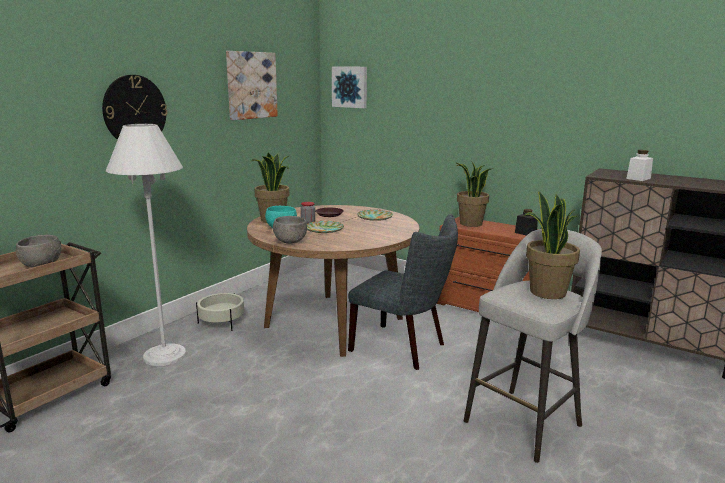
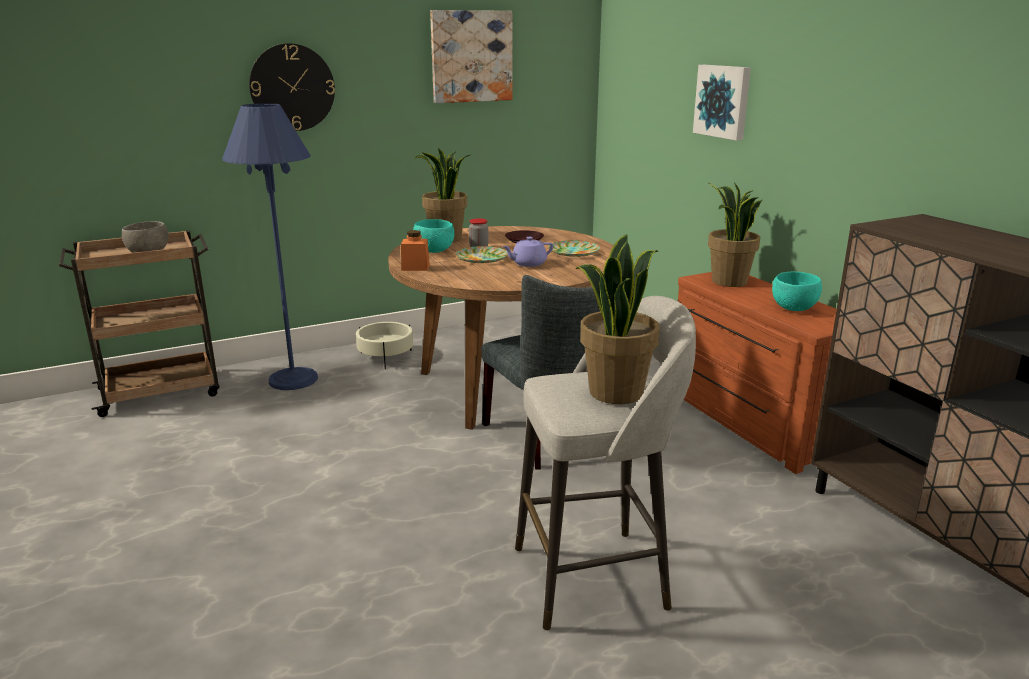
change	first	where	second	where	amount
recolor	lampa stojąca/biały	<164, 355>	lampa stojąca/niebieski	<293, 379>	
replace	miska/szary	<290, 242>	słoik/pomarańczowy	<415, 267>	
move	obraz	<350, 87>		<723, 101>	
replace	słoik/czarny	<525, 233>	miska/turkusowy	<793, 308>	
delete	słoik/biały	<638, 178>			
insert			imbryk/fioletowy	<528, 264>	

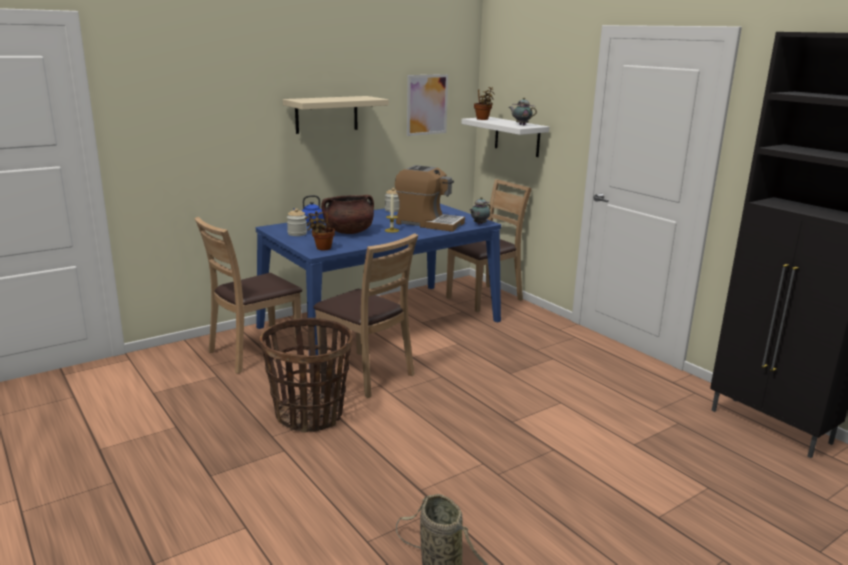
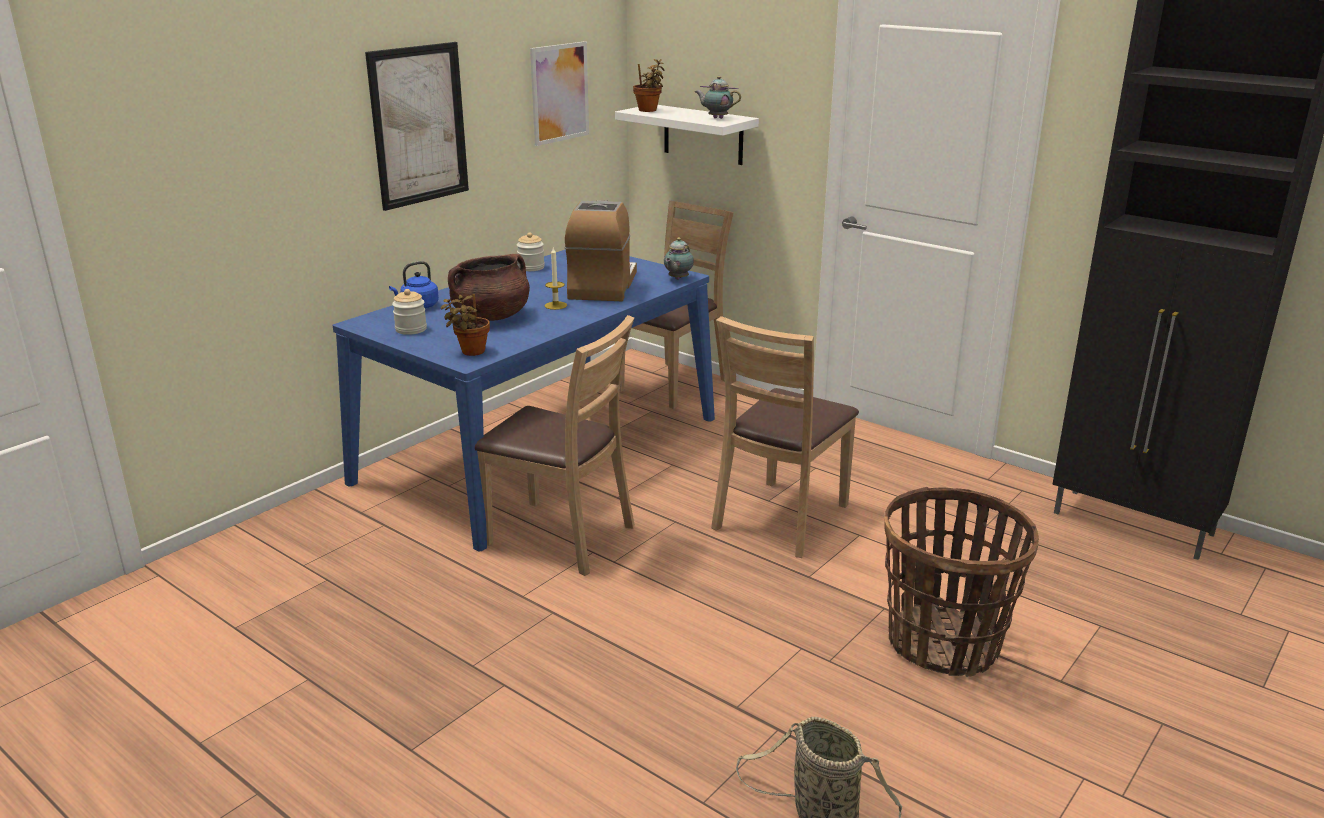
change	first	where	second	where	amount
move	krzesło/brązowy	<254, 352>		<781, 518>	
move	koszyk	<309, 415>		<943, 644>	
replace	półka/beżowy	<326, 114>	obraz	<419, 125>	
rotate	ekspres do kawy	<428, 223>		<602, 286>	90 degrees counterclockwise

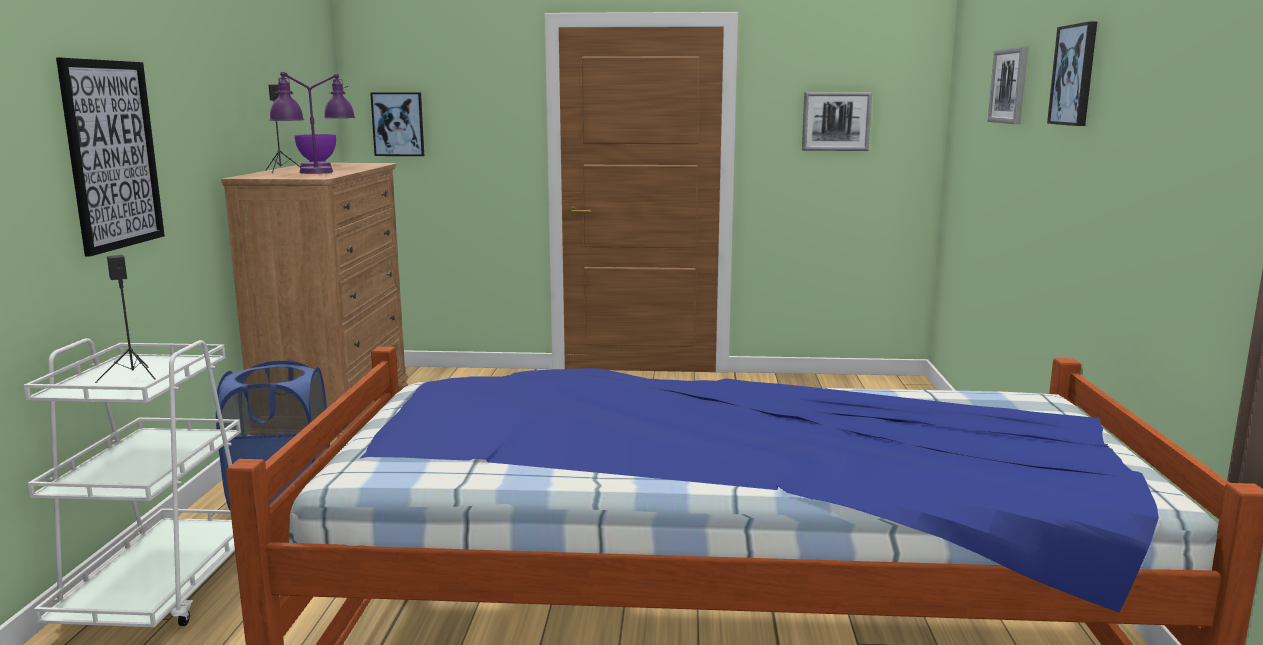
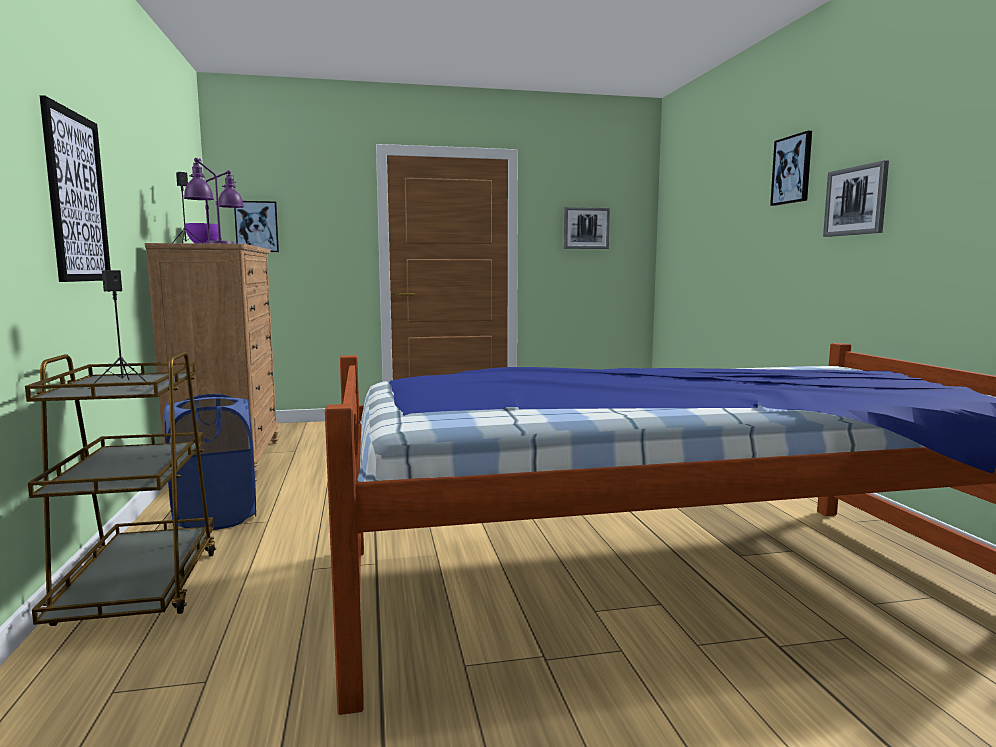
change	first	where	second	where	amount
recolor	wózek/biały	<162, 588>	wózek/brązowy	<140, 589>	
move	obraz	<1009, 86>		<856, 201>	

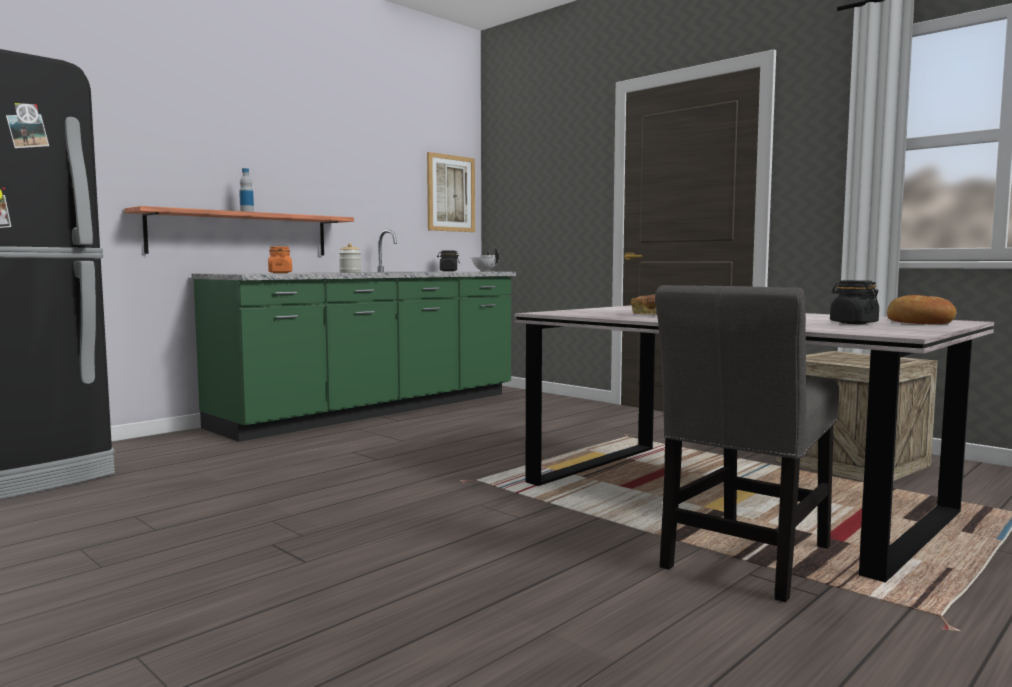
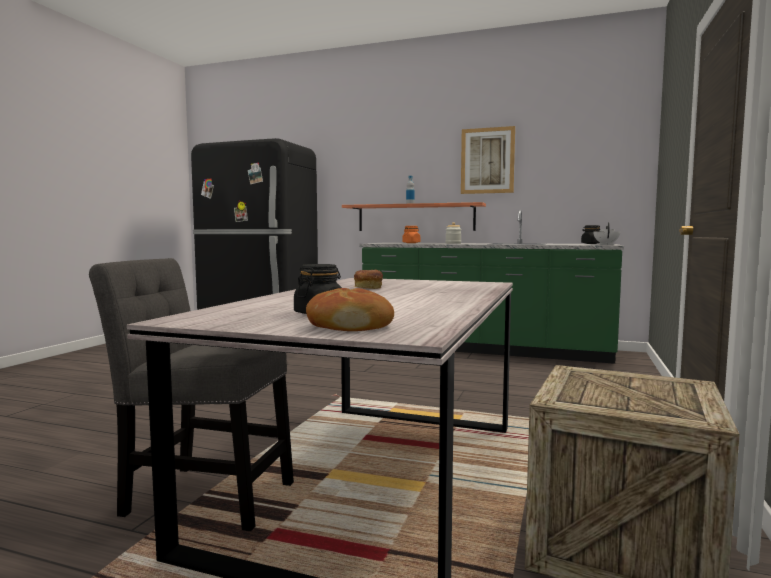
change	first	where	second	where	amount
move	obraz	<451, 193>		<487, 160>	

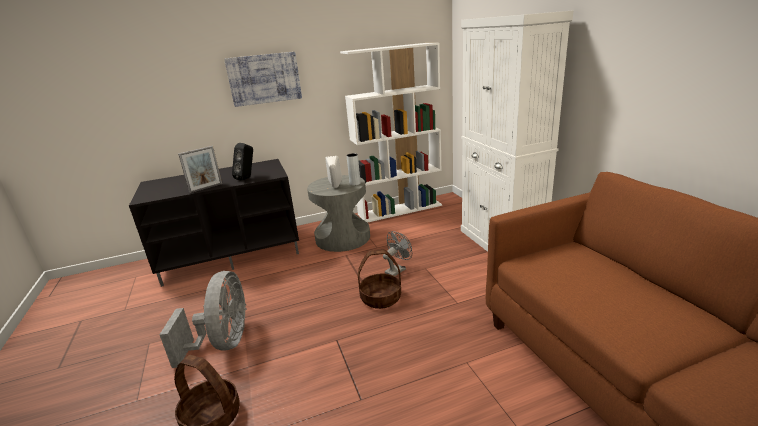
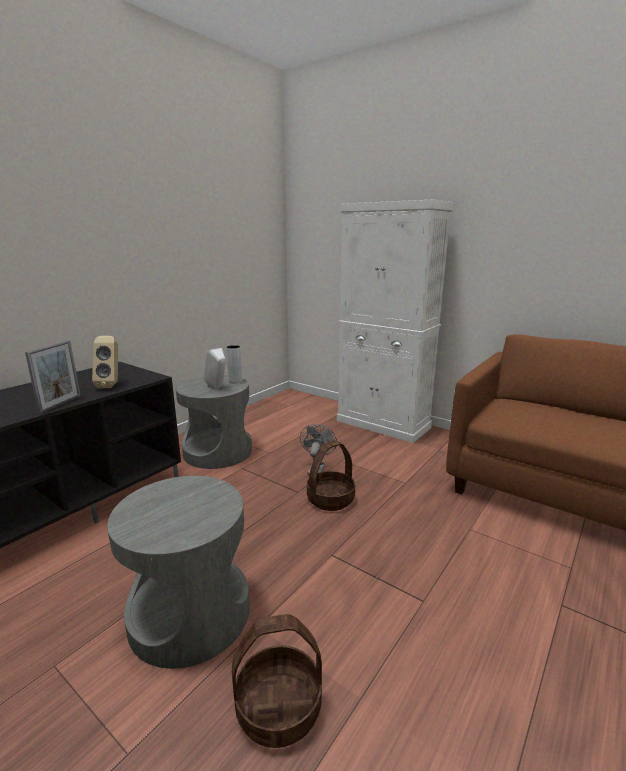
change	first	where	second	where	amount
replace	wentylator/szary	<224, 343>	stolik/szary	<189, 613>	
delete	obraz	<264, 79>			
recolor	głośnik/czarny	<247, 178>	głośnik/beżowy	<112, 385>	
delete	regał/biały	<400, 209>			

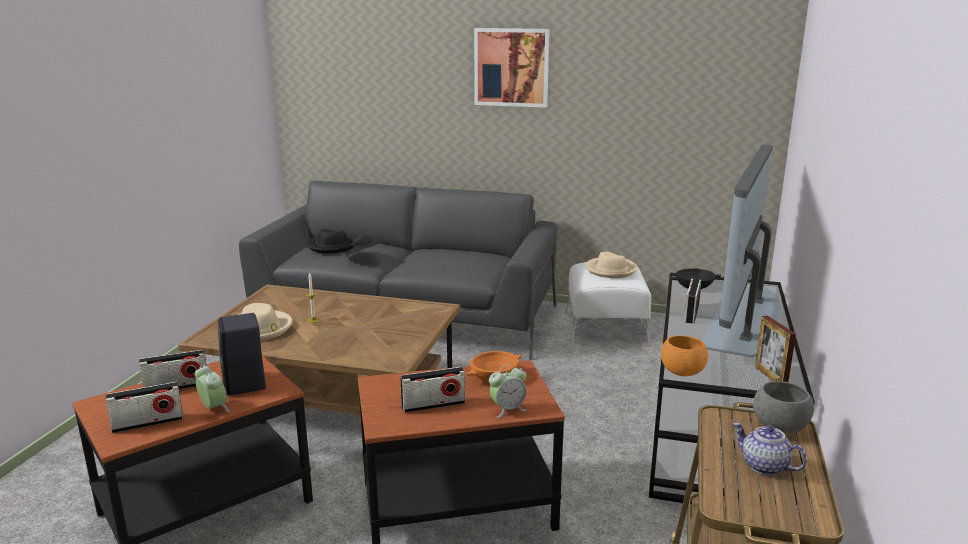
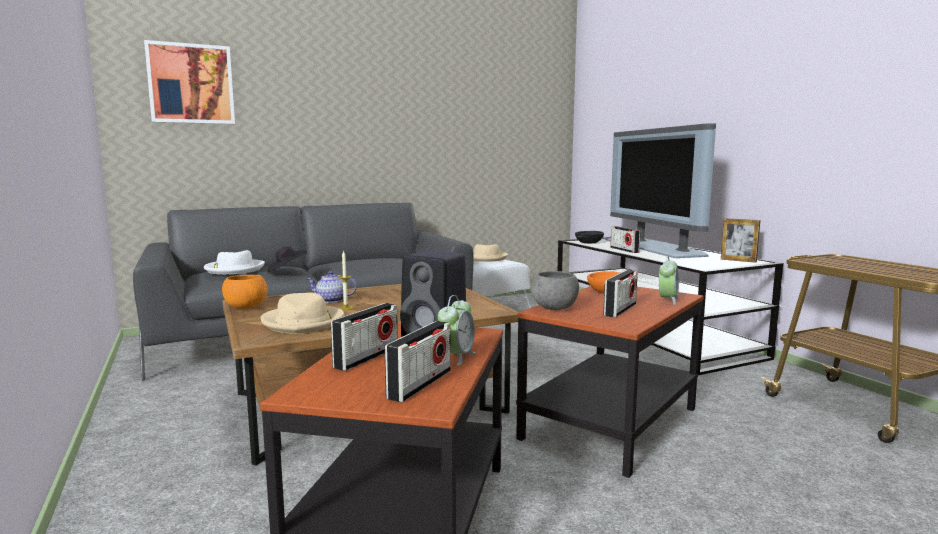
change	first	where	second	where	amount
rotate	budzik	<213, 408>		<456, 357>	105 degrees clockwise
recolor	kapelusz/czarny	<332, 246>	kapelusz/biały	<234, 269>	
move	obraz	<511, 67>		<191, 84>	
move	miska/pomarańczowy	<682, 372>		<245, 307>	
move	imbryk	<763, 466>		<331, 300>	
move	miska/szary	<780, 428>		<555, 308>	

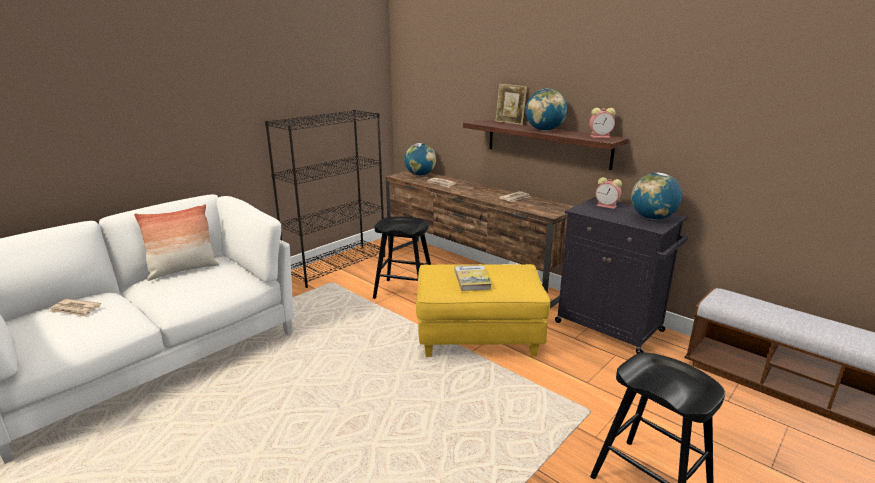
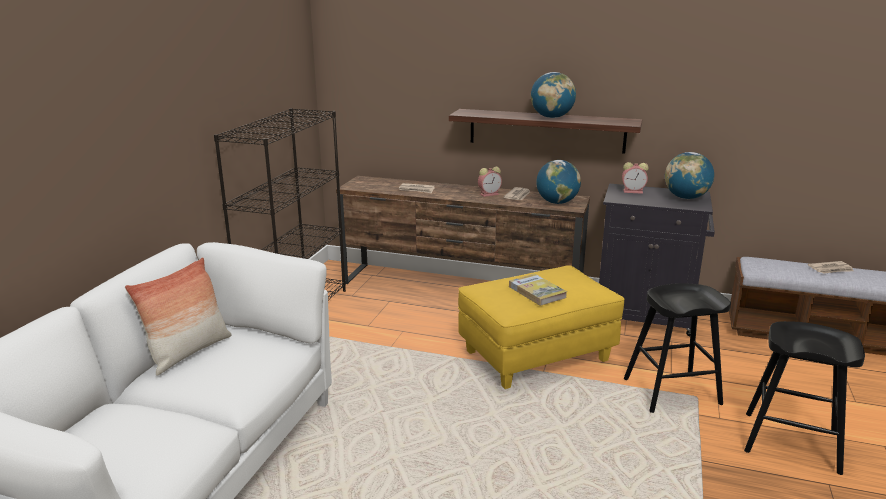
change	first	where	second	where	amount
move	gazeta	<75, 309>		<831, 269>	
move	stołek/czarny	<404, 292>		<671, 391>	
move	globus	<420, 175>		<557, 202>	
delete	ramka na zdjęcie	<509, 123>			
move	budzik	<601, 136>		<489, 194>	

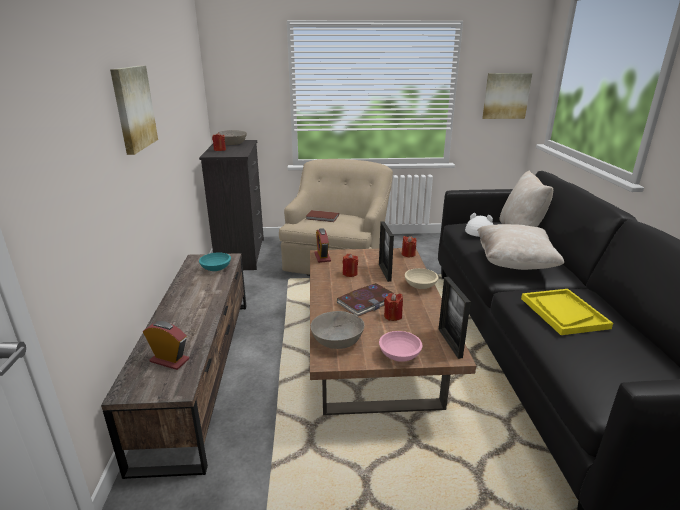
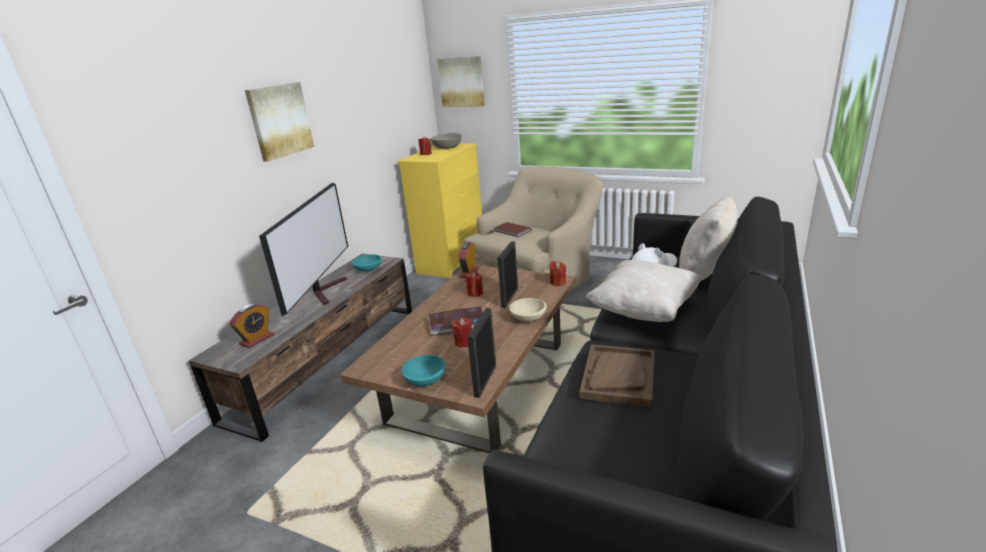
change	first	where	second	where	amount
rotate	budzik	<169, 360>		<257, 339>	75 degrees clockwise
recolor	komoda/czarny	<242, 254>	komoda/żółty	<453, 260>	
delete	miska/szary	<337, 339>			
recolor	miska/różowy	<399, 355>	miska/turkusowy	<426, 379>	
move	obraz	<506, 96>		<462, 82>	
recolor	taca/żółty	<563, 313>	taca/brązowy	<618, 376>	
insert			telewizor	<326, 290>	

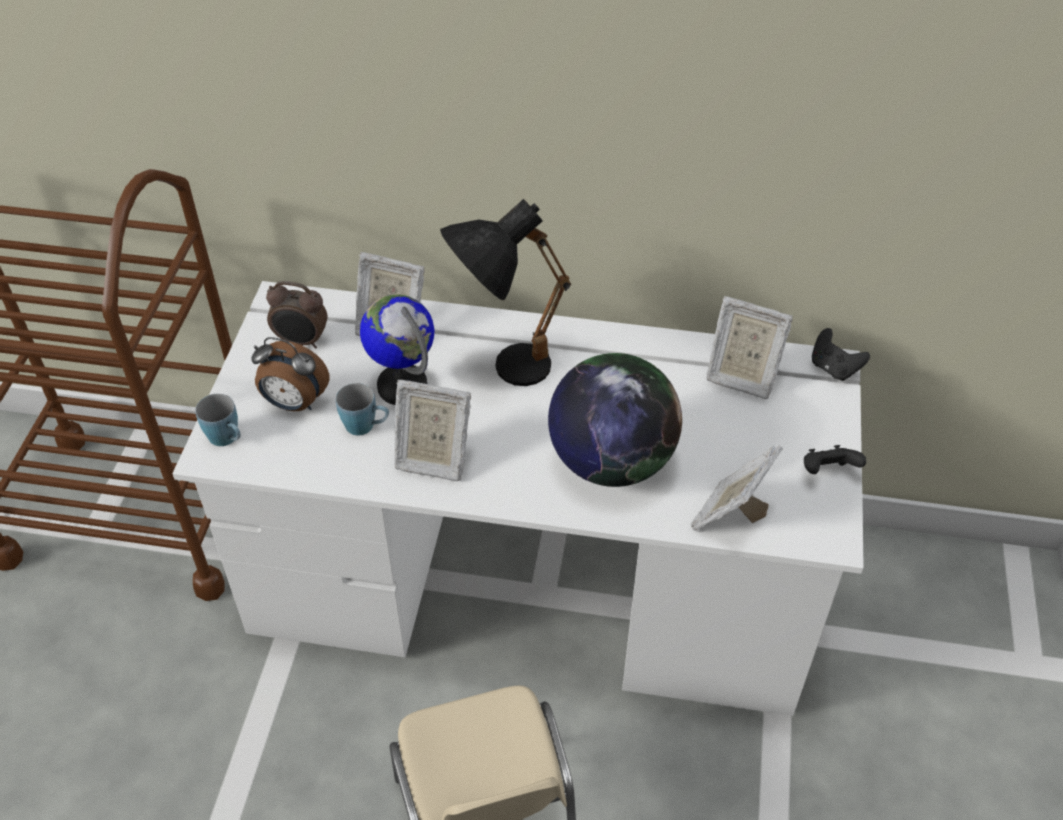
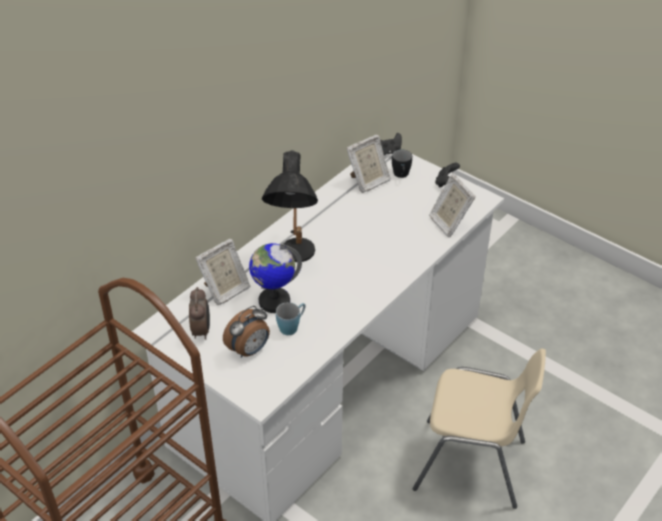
change	first	where	second	where	amount
delete	kubek/niebieski	<228, 439>			
rotate	budzik	<301, 341>		<201, 330>	45 degrees counterclockwise
delete	ramka na zdjęcie	<432, 458>			
delete	globus	<611, 461>			
insert			kubek/czarny	<401, 175>	

